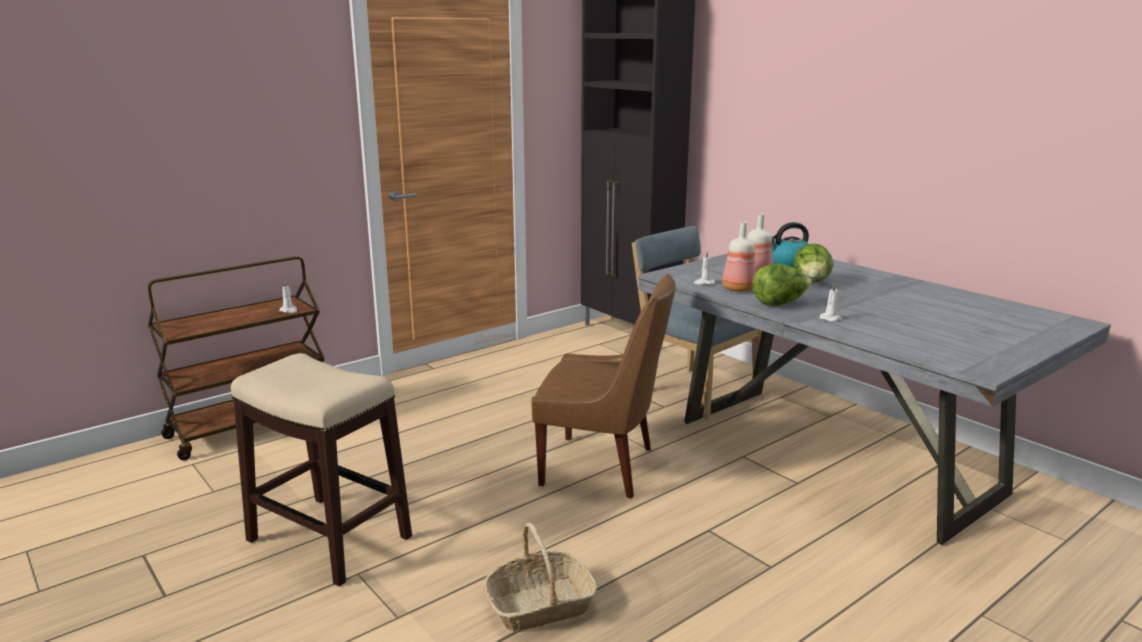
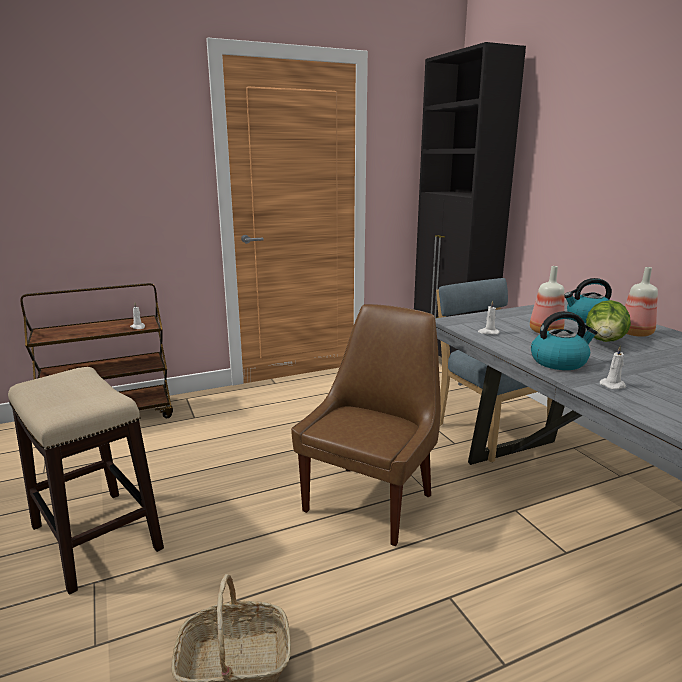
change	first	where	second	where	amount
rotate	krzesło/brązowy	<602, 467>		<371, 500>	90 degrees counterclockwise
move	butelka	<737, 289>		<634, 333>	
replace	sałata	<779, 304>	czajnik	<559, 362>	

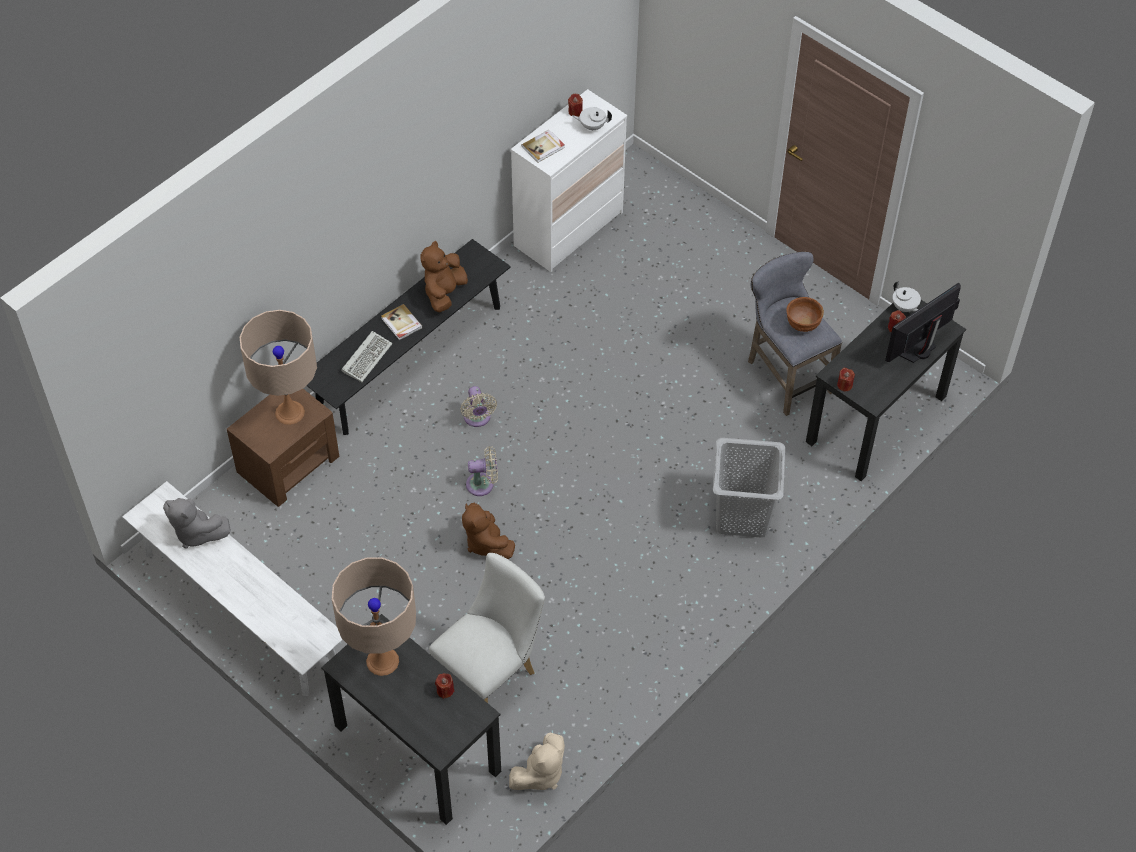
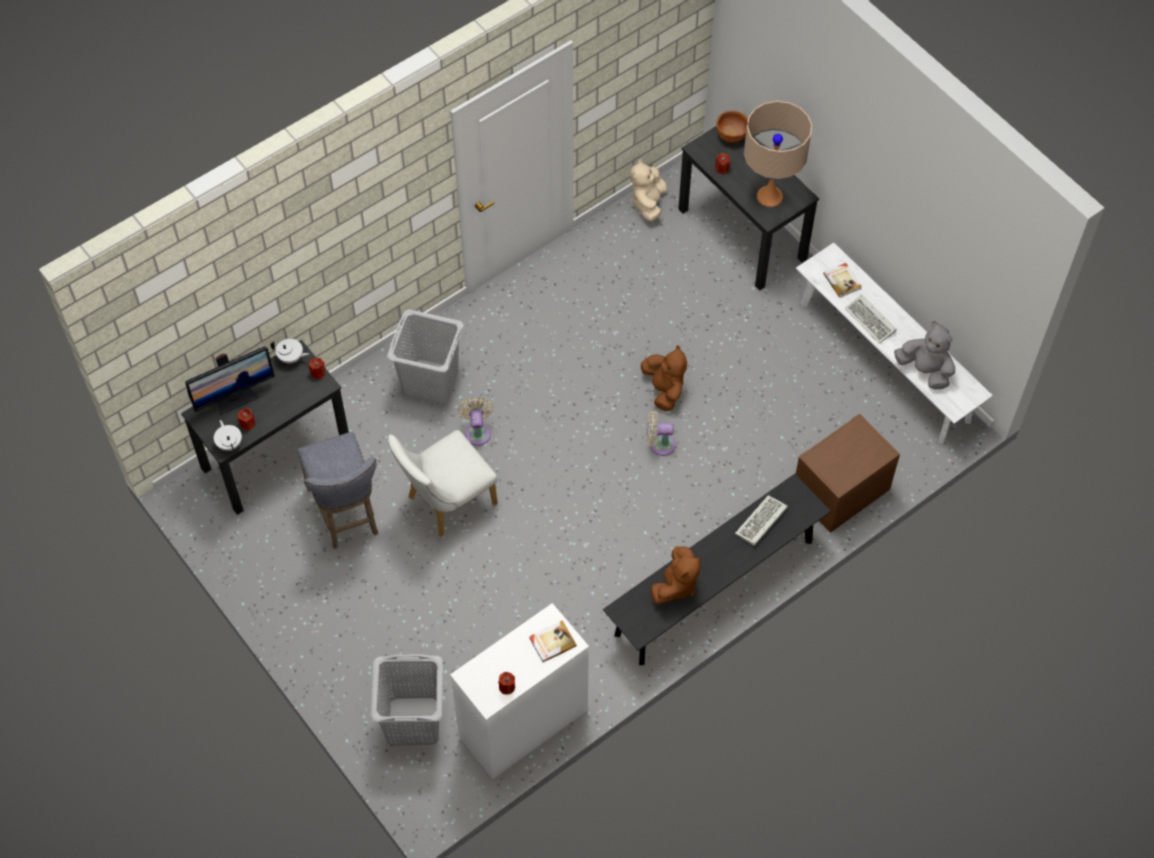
change	first	where	second	where	amount
delete	lampa stołowa/beżowy	<290, 412>			
move	książka	<401, 323>		<842, 281>	
move	krzesło/biały	<491, 672>		<446, 503>	
move	wentylator/beżowy	<477, 418>		<477, 431>	
rotate	pluszak/beżowy	<540, 774>		<648, 203>	45 degrees counterclockwise
move	imbryk/biały	<592, 126>		<291, 358>	
move	miska/brązowy	<802, 324>		<731, 136>	
insert			kosz na pranie/szary	<412, 722>	
insert			klawiatura	<871, 321>	

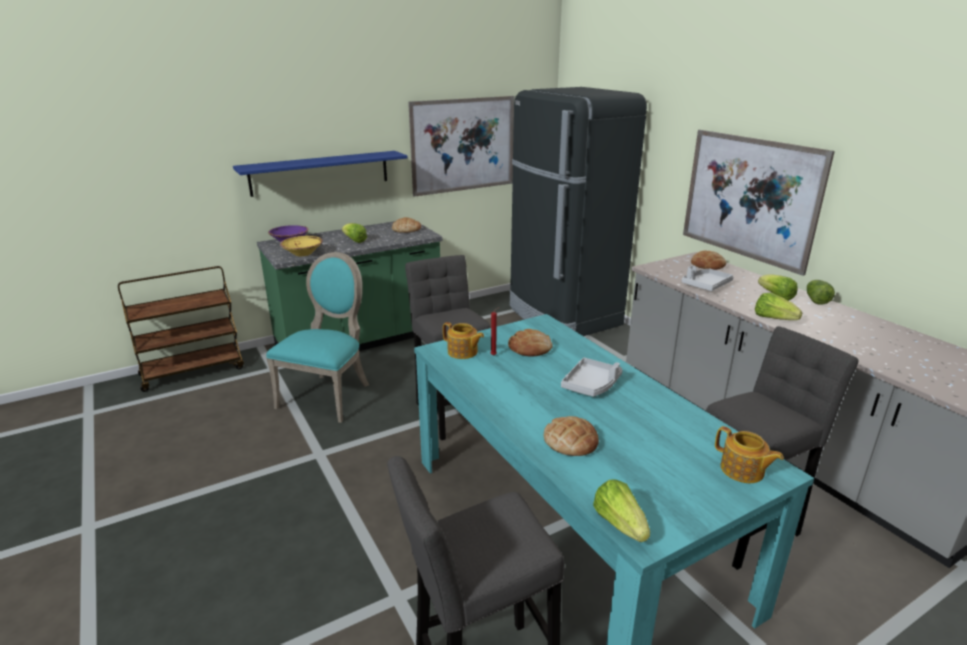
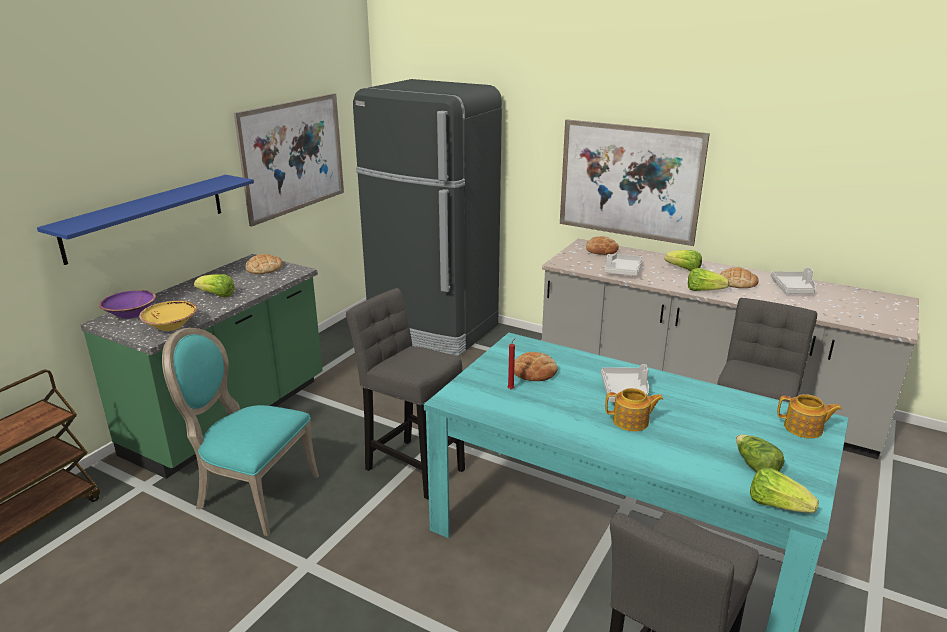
change	first	where	second	where	amount
rotate	krzesło/turkusowy	<328, 395>		<252, 494>	60 degrees counterclockwise
move	imbryk	<463, 352>		<631, 422>	
move	chleb	<571, 441>		<737, 282>	
move	sałata	<816, 300>		<755, 466>	
insert			taca/szary	<793, 289>	

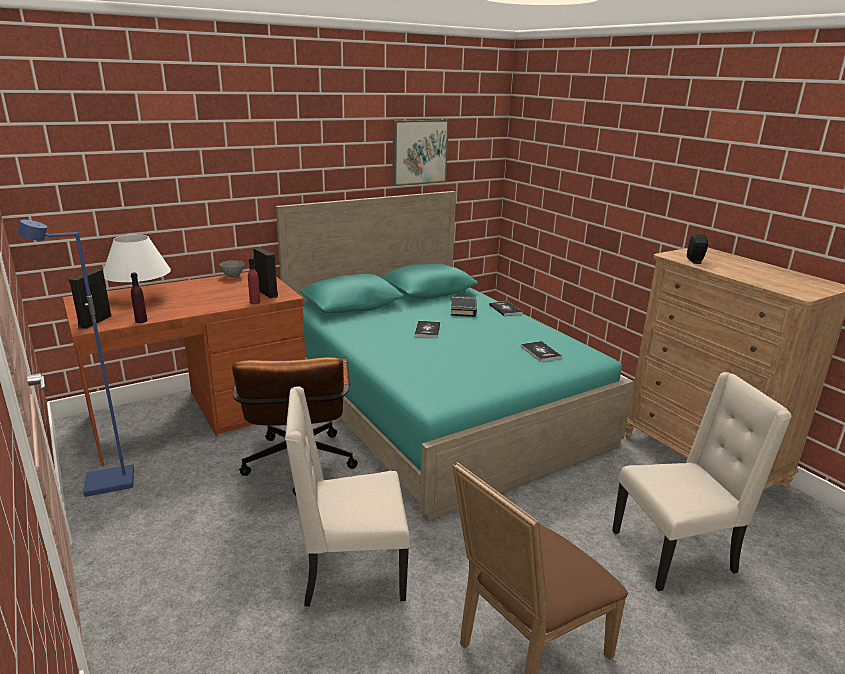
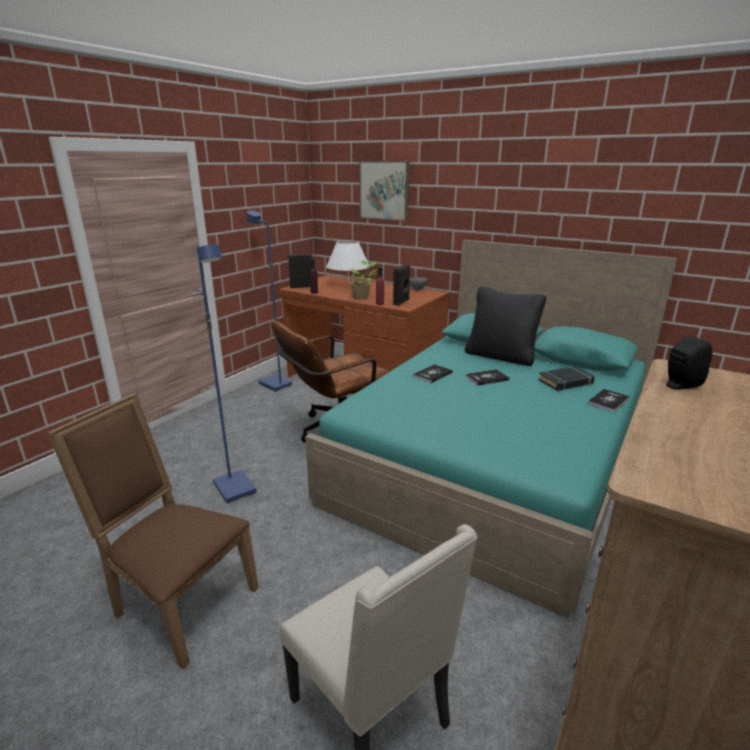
change	first	where	second	where	amount
replace	krzesło/beżowy	<350, 572>	lampa stojąca/niebieski	<236, 488>	
move	obraz	<419, 152>		<384, 190>	
move	książka	<540, 352>		<432, 374>	
insert			roślina doniczkowa	<361, 297>	
insert			poduszka/czarny	<500, 356>	

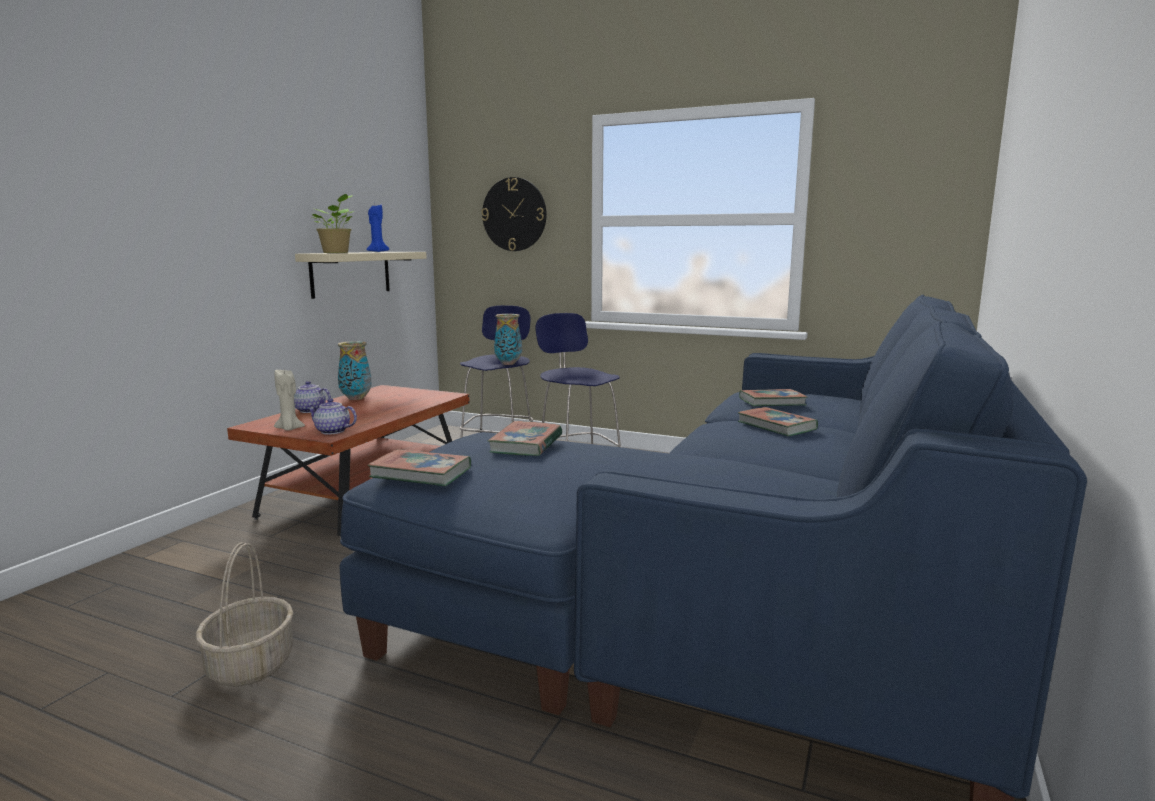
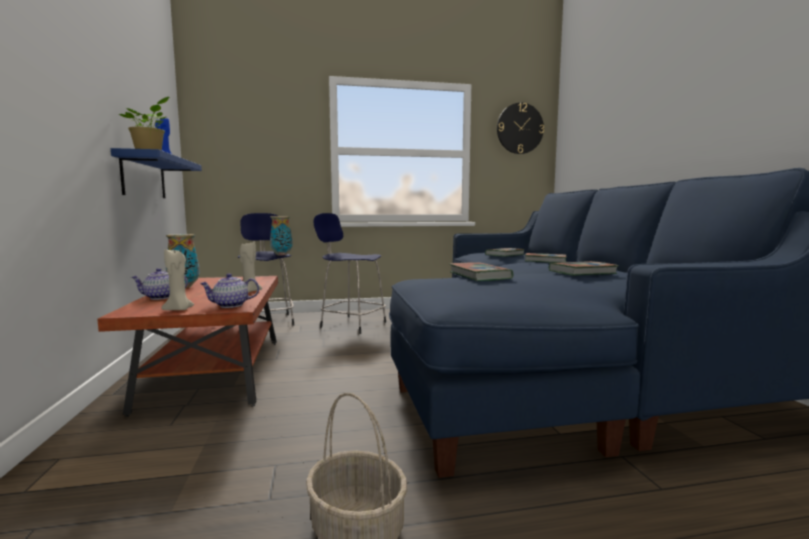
change	first	where	second	where	amount
recolor	półka/beżowy	<351, 273>	półka/niebieski	<144, 177>	
move	książka	<421, 473>		<582, 272>	
move	zegar ścienny	<514, 214>		<519, 128>	
insert			świeca/beżowy	<250, 291>	

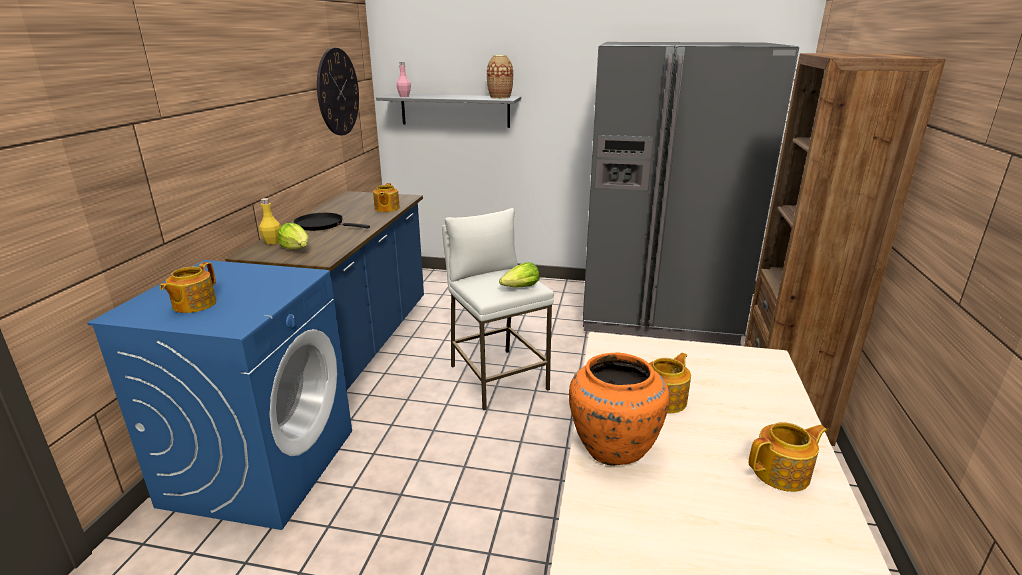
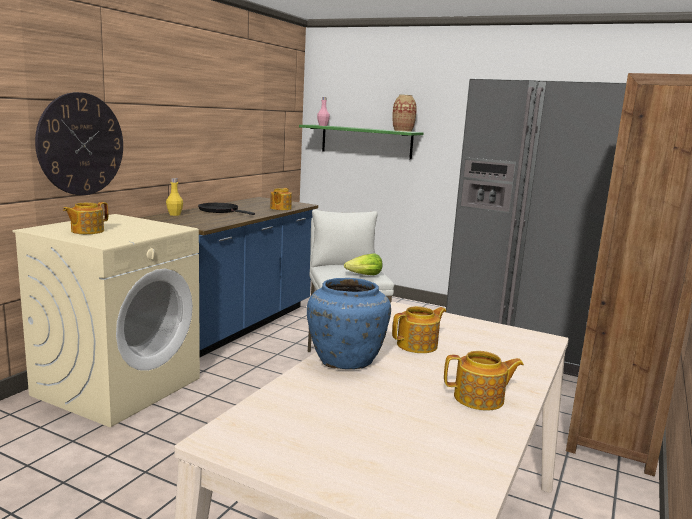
change	first	where	second	where	amount
recolor	pralka/niebieski	<261, 465>	pralka/beżowy	<118, 386>	
delete	sałata	<297, 249>			
move	zegar ścienny	<338, 92>		<81, 144>	
recolor	półka/szary	<455, 110>	półka/zielony	<366, 141>	
recolor	wazon/pomarańczowy	<613, 446>	wazon/niebieski	<346, 360>	

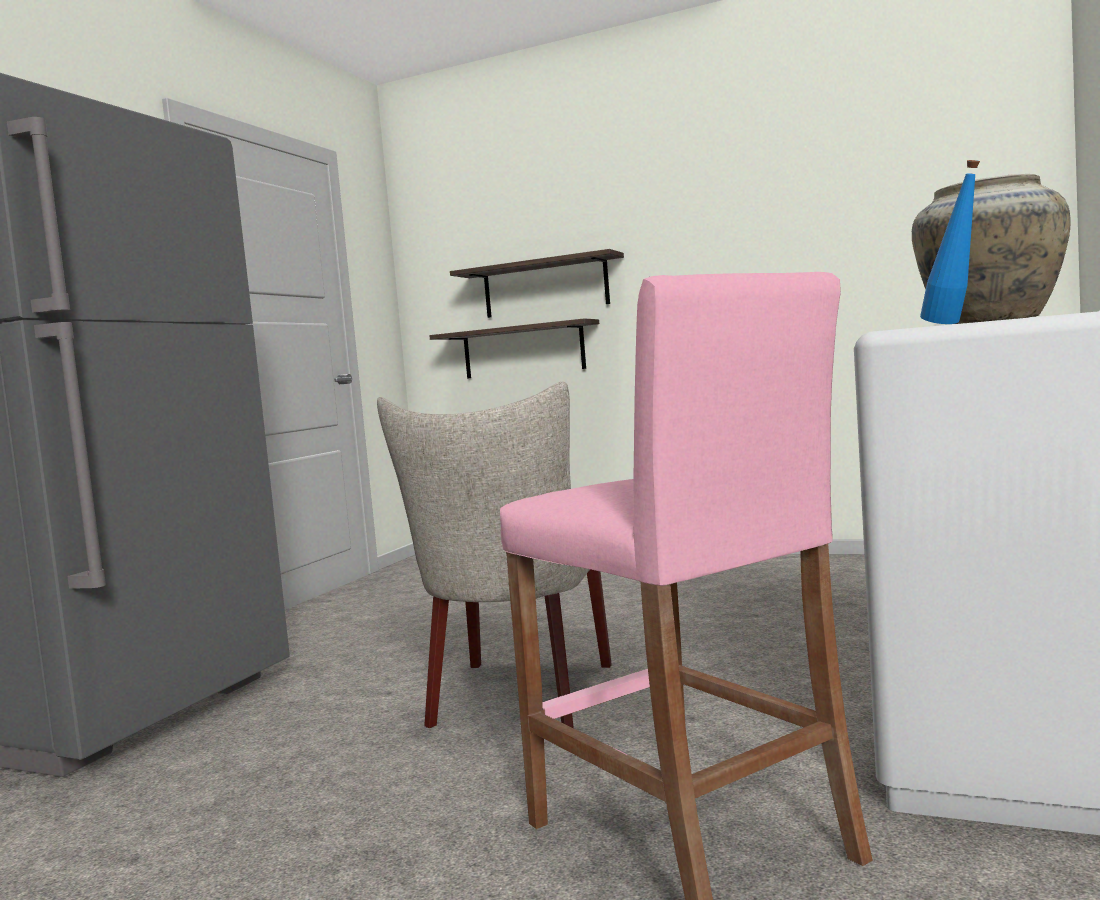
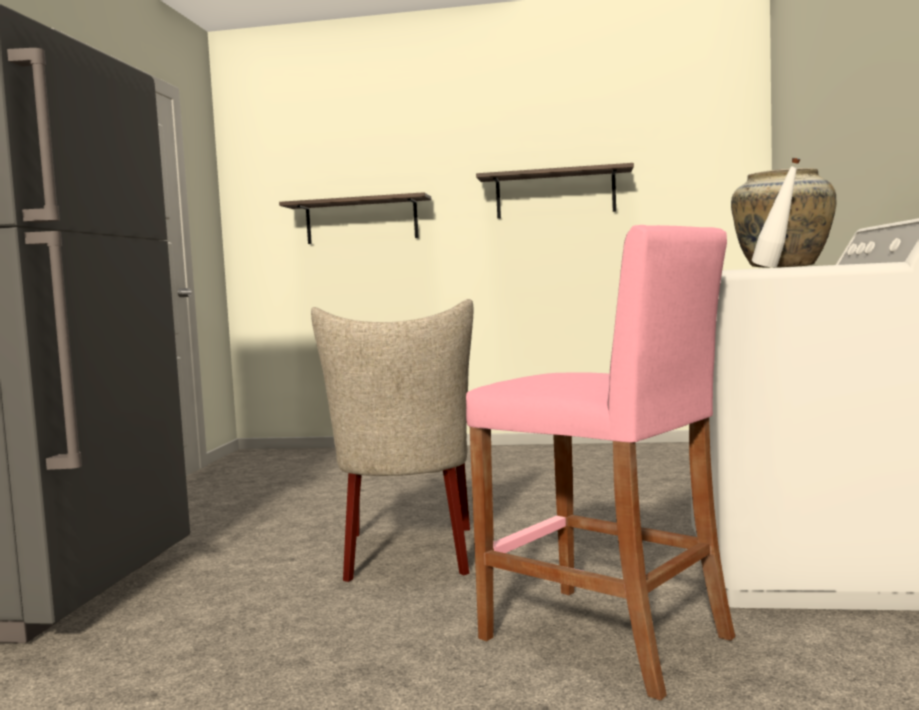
change	first	where	second	where	amount
move	półka	<523, 350>		<555, 194>	
recolor	butelka/niebieski	<955, 323>	butelka/biały	<777, 267>	

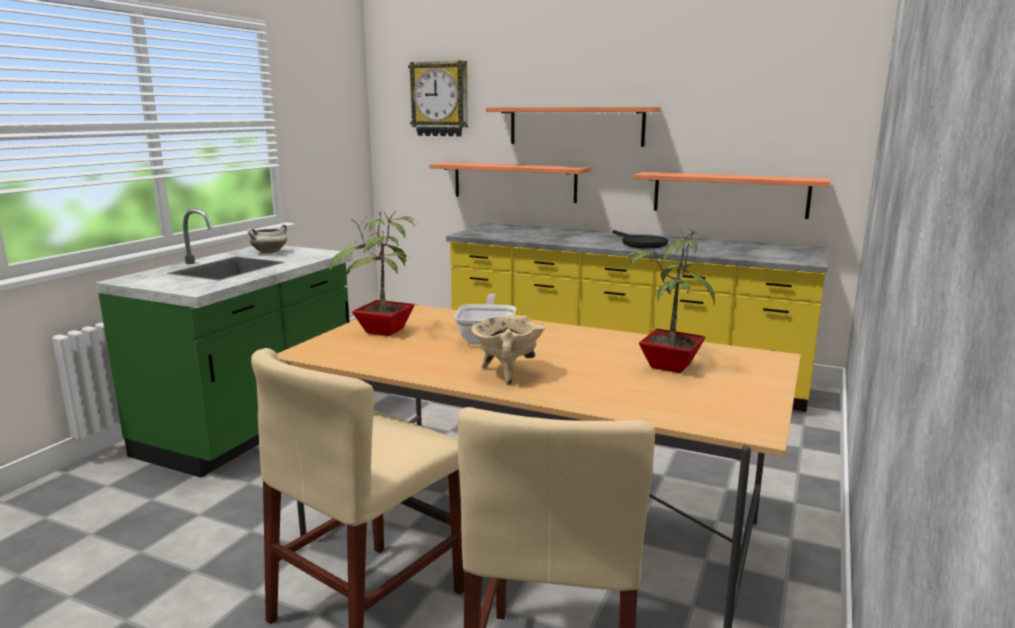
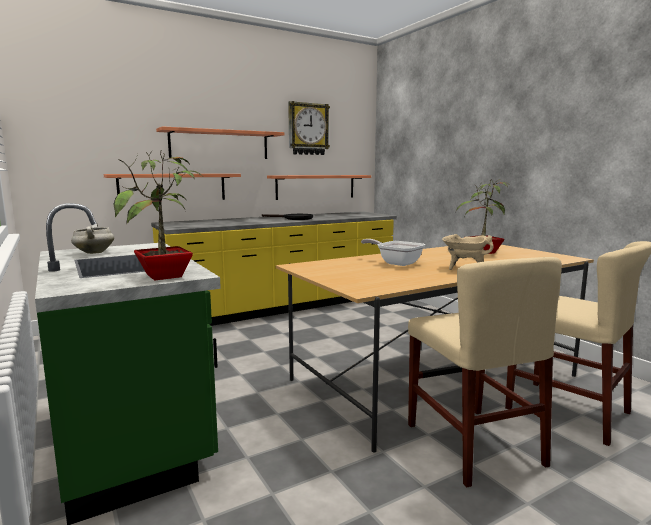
change	first	where	second	where	amount
move	roślina doniczkowa	<383, 332>		<165, 277>	
move	zegar ścienny	<440, 99>		<308, 129>	

